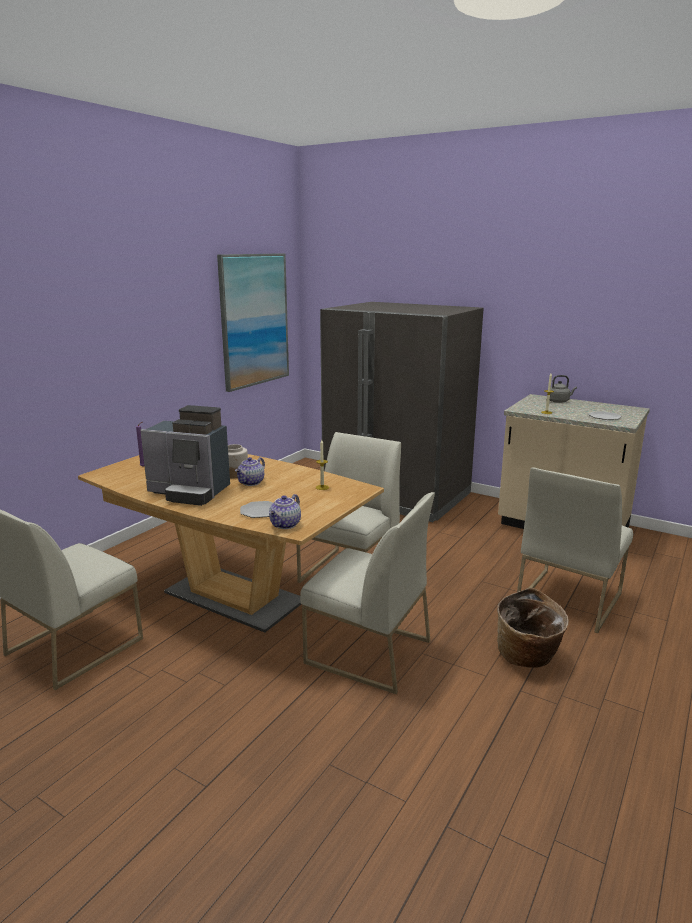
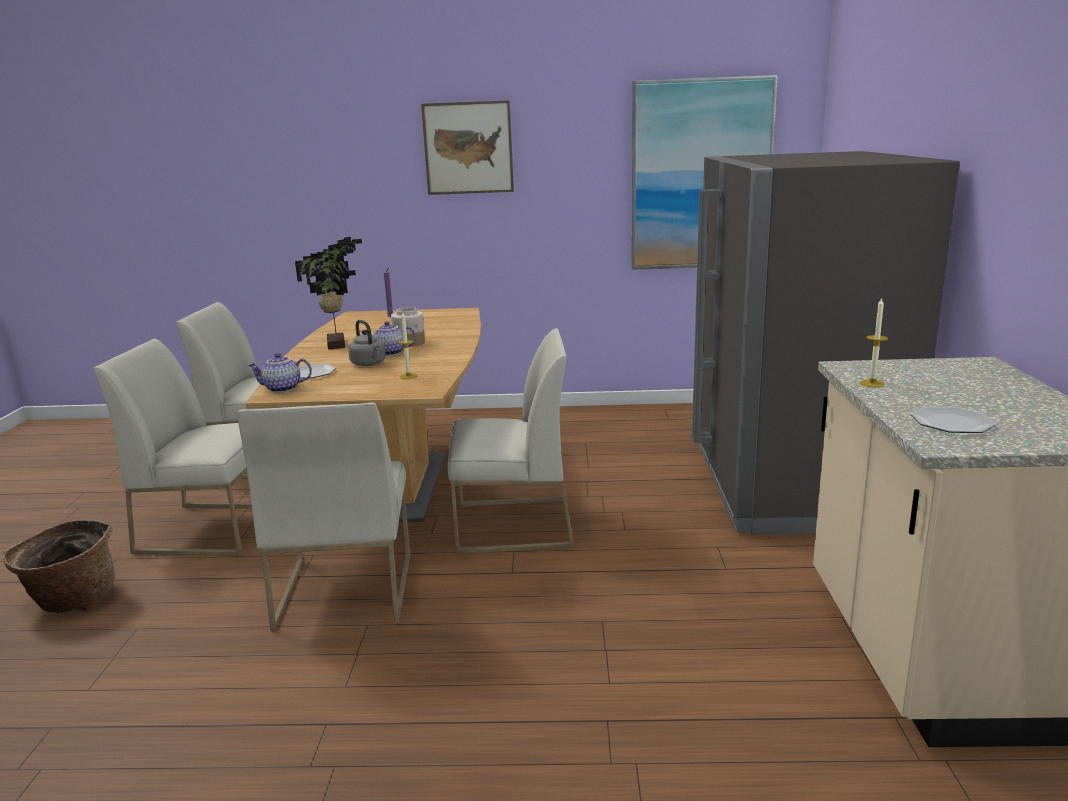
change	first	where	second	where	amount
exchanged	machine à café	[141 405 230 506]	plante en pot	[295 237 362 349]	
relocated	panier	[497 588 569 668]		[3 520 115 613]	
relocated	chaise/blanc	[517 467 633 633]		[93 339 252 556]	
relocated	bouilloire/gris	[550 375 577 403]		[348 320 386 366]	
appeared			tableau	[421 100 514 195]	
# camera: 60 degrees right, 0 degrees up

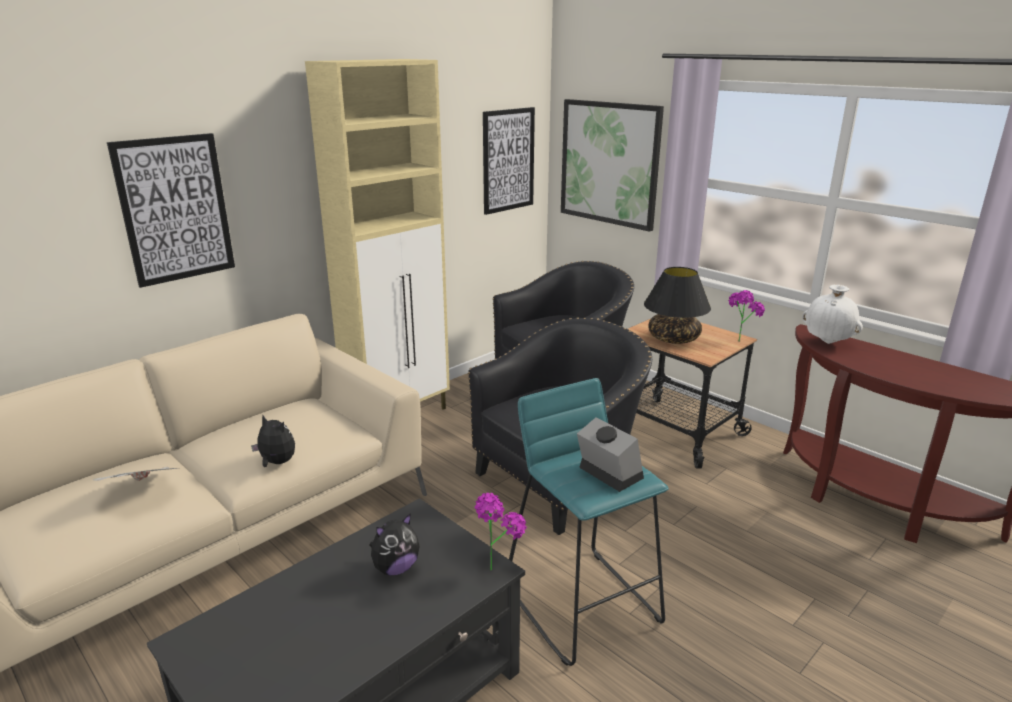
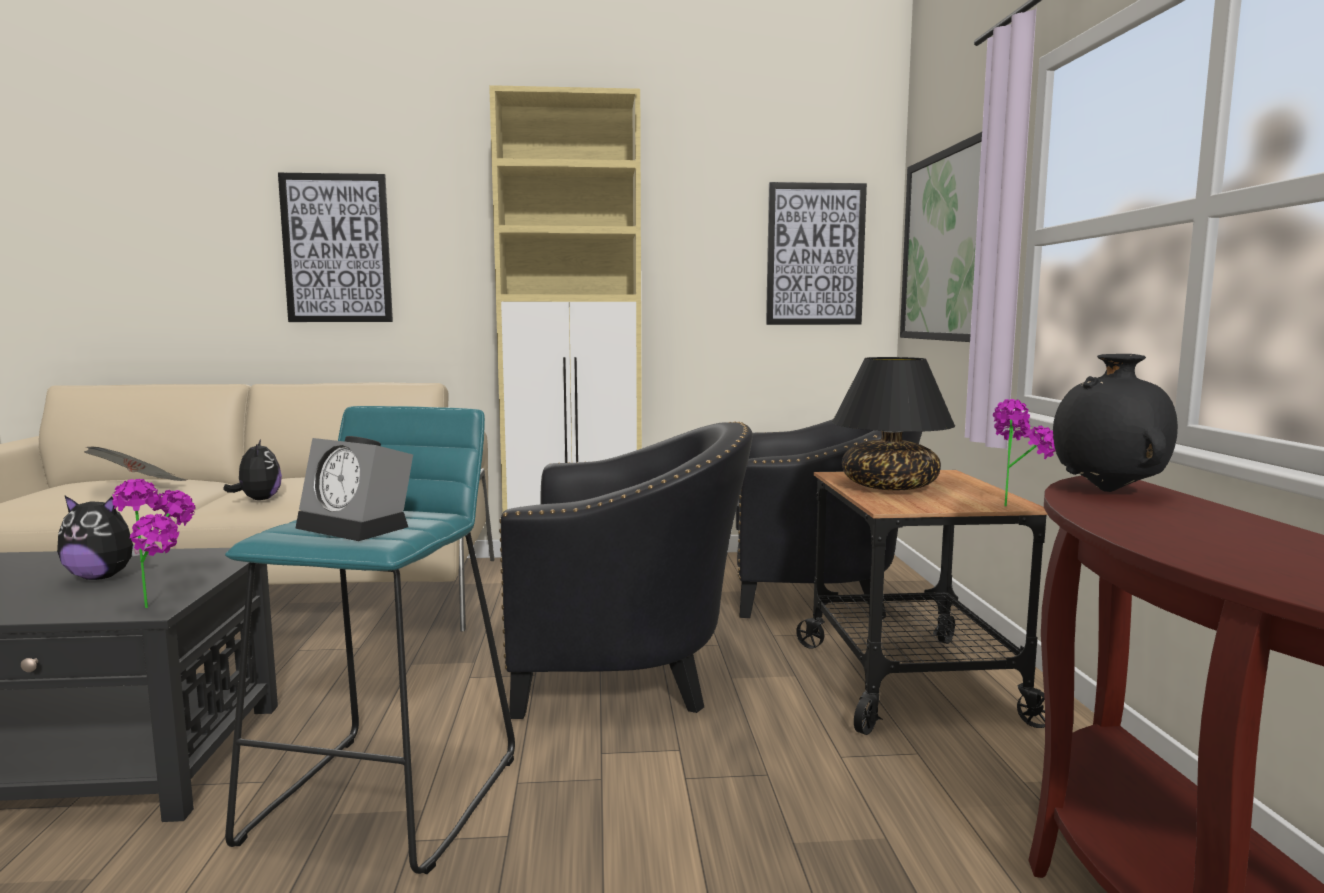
change	first	where	second	where	amount
spun	réveil	[577 417 644 492]		[295 436 413 541]	120 degrees clockwise
colour	vase/blanc	[802 285 863 344]	vase/noir	[1053 354 1178 492]	
# camera: 40 degrees right, 15 degrees down

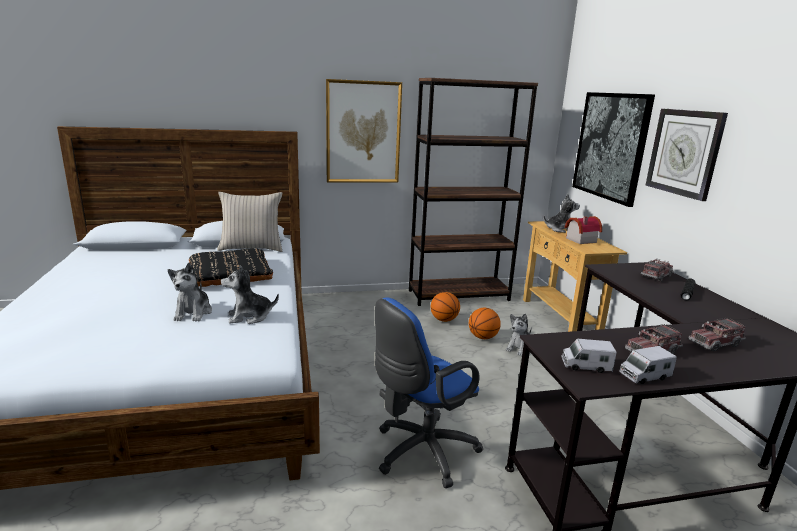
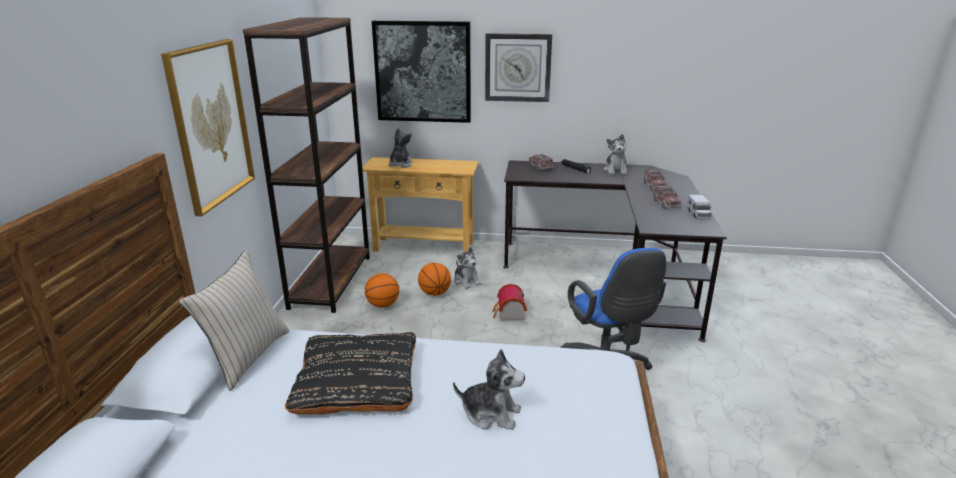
change	first	where	second	where	amount
relocated	peluche	[221 265 279 324]		[603 134 628 175]	
missing	camion jouet	[561 339 617 373]			
relocated	maison miniature	[565 216 602 244]		[492 284 527 321]	
# camera: 70 degrees left, 5 degrees up

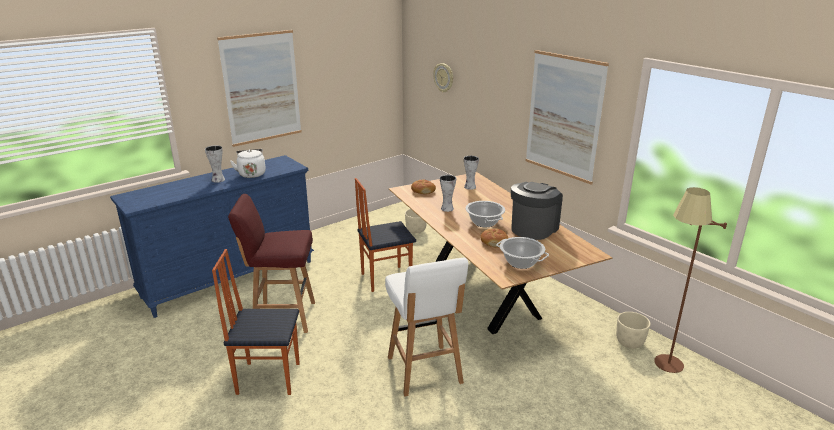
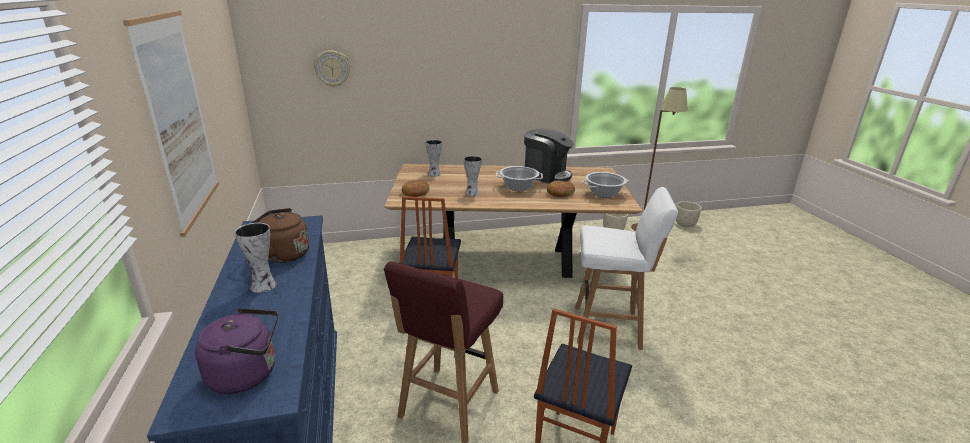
change	first	where	second	where	amount
colour	bouilloire/blanc	[230 149 266 178]	bouilloire/marron	[252 208 309 263]	
relocated	cache-pot/beige	[405 209 427 234]		[676 201 702 227]	
spun	machine à café	[511 182 563 240]		[524 129 574 184]	150 degrees clockwise
missing	tableau	[525 50 609 184]			
appeared			bouilloire/violet	[195 308 278 394]	
# camera: 65 degrees left, 0 degrees up

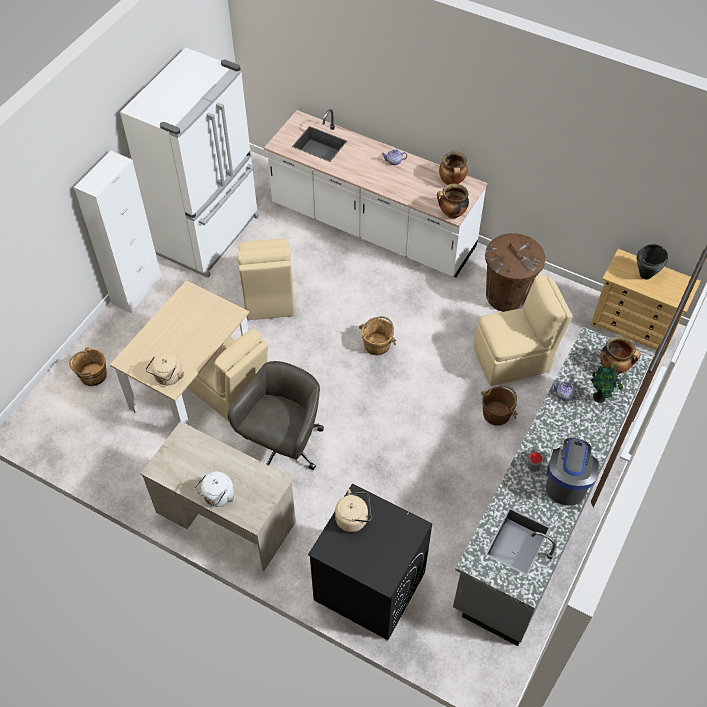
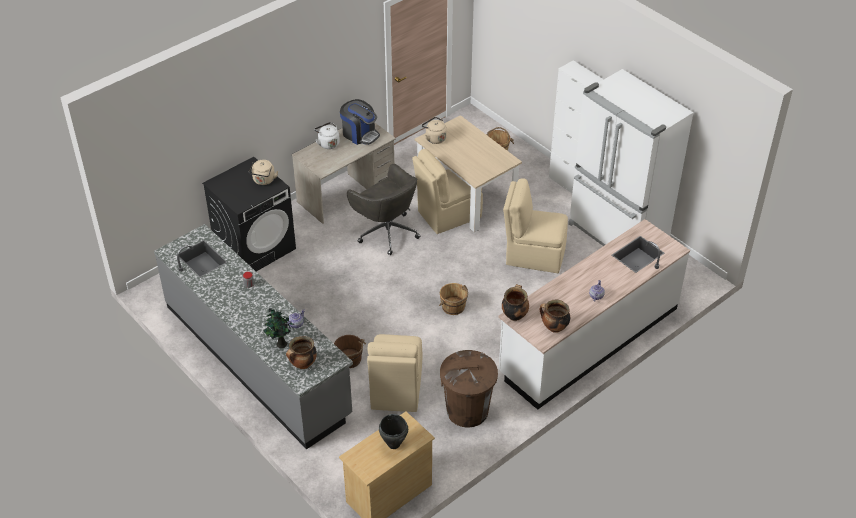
change	first	where	second	where	amount
relocated	machine à café	[546 438 599 506]		[340 99 380 145]	
# camera: 110 degrees right, 10 degrees down

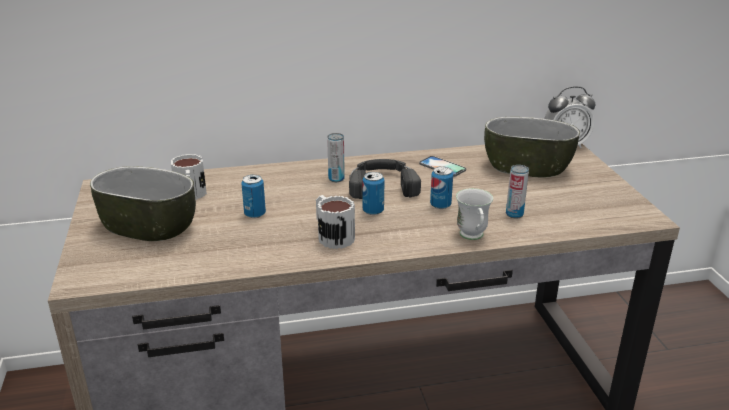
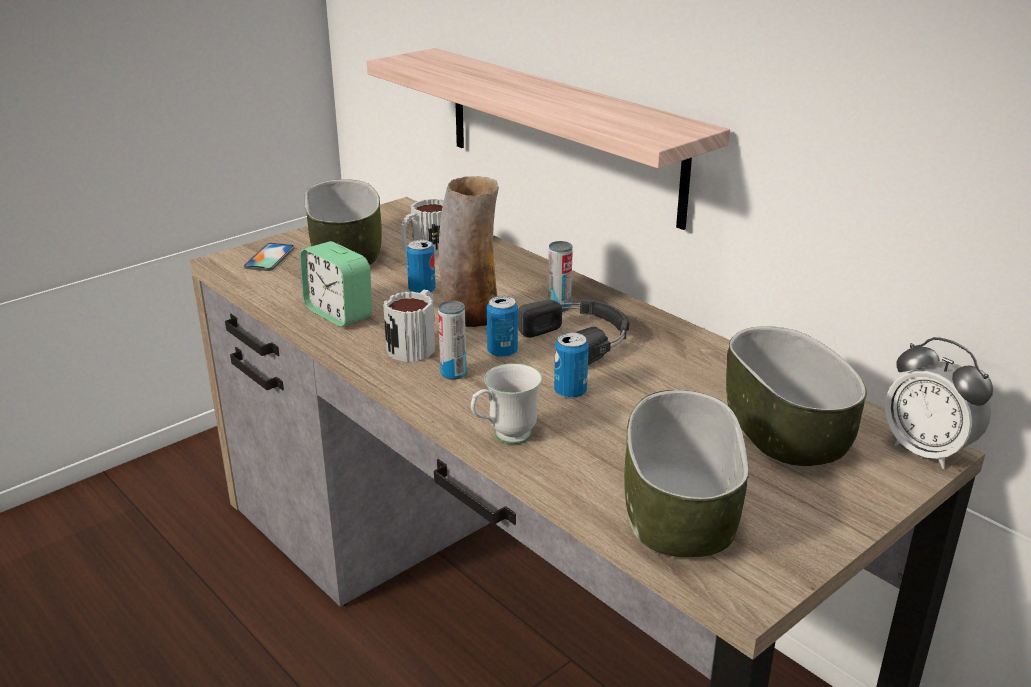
change	first	where	second	where	amount
relocated	téléphone	[419 156 466 177]		[244 243 294 271]	
relocated	boîte métallique	[506 165 529 219]		[438 301 467 380]	
appeared			réveil	[300 241 372 327]	
appeared			étagère	[367 48 730 230]	
appeared			vase	[439 176 499 327]	
appeared			bol	[624 390 749 558]	
# camera: 60 degrees right, 0 degrees up

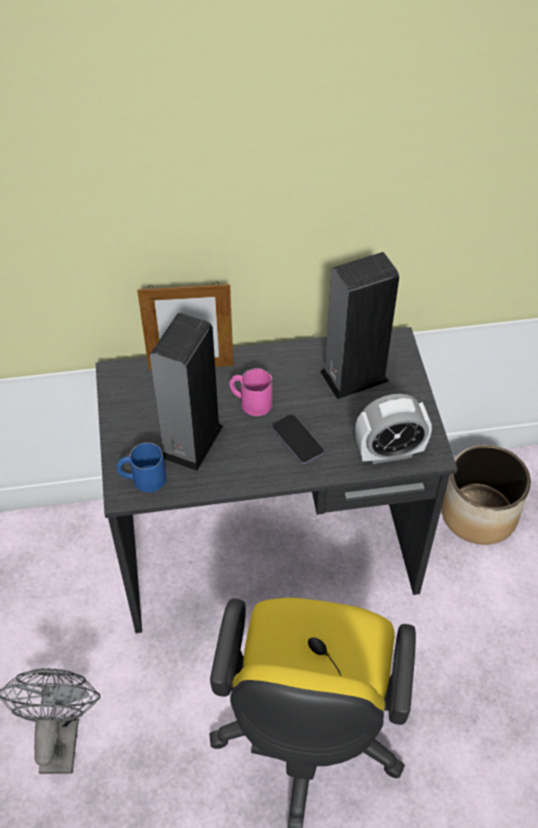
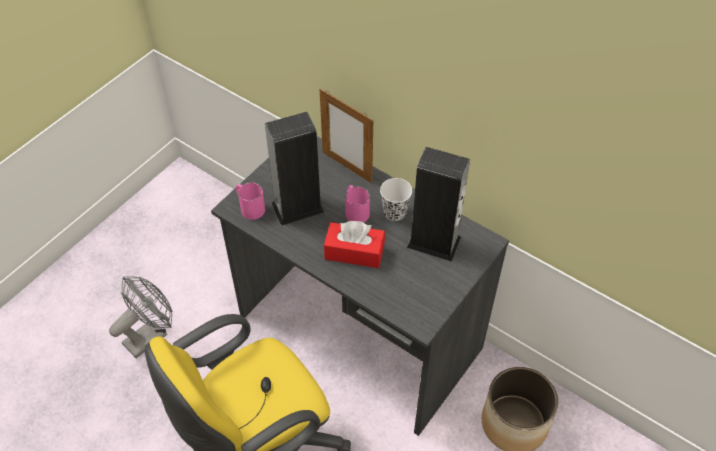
change	first	where	second	where	amount
colour	mug/bleu	[116 442 166 492]	mug/rose	[236 182 265 220]	
exchanged	téléphone	[272 414 324 464]	boîte à mouchoirs/rouge	[324 221 385 268]	
missing	réveil	[355 394 432 464]			
appeared			tasse/blanc	[380 178 412 221]	
# camera: 45 degrees right, 0 degrees up

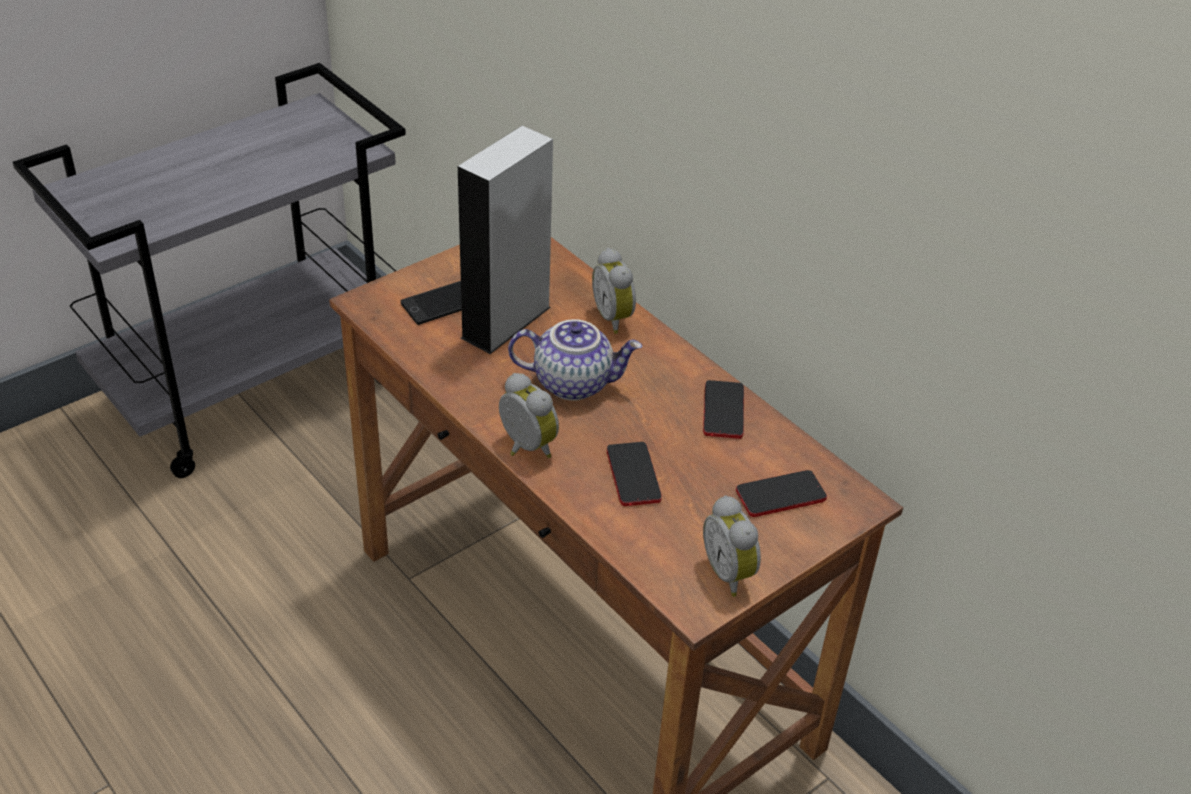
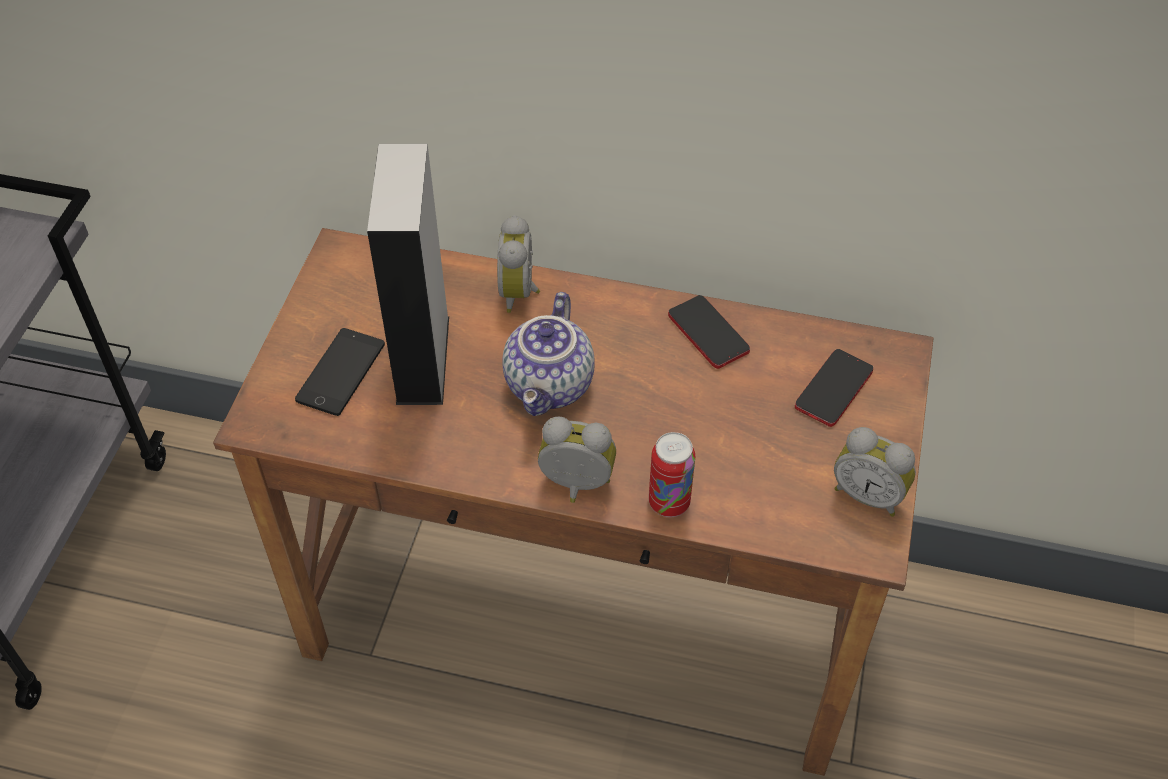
change	first	where	second	where	amount
spun	théière	[508 319 642 401]		[502 292 595 416]	135 degrees clockwise
spun	réveil	[592 248 636 334]		[497 215 540 313]	60 degrees clockwise
missing	téléphone	[607 442 662 506]			
appeared			boîte métallique	[649 432 695 517]	
# camera: 35 degrees left, 10 degrees up

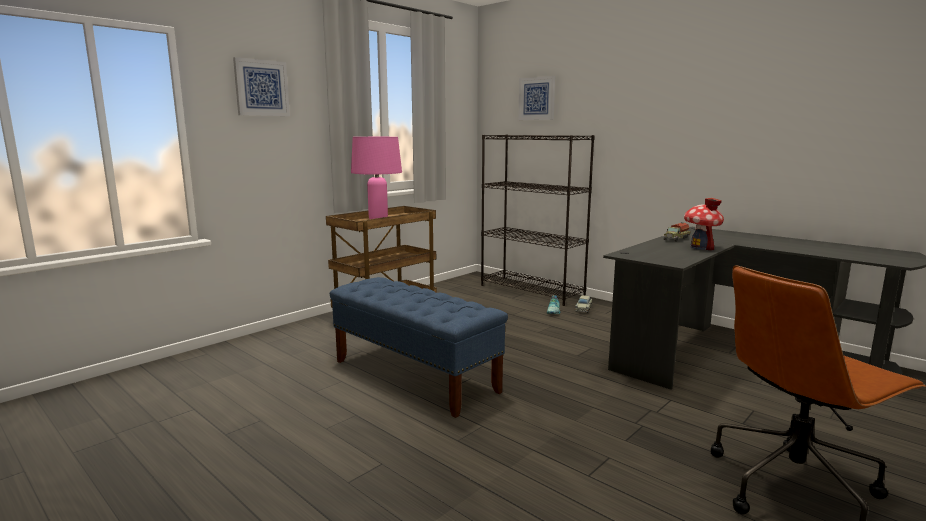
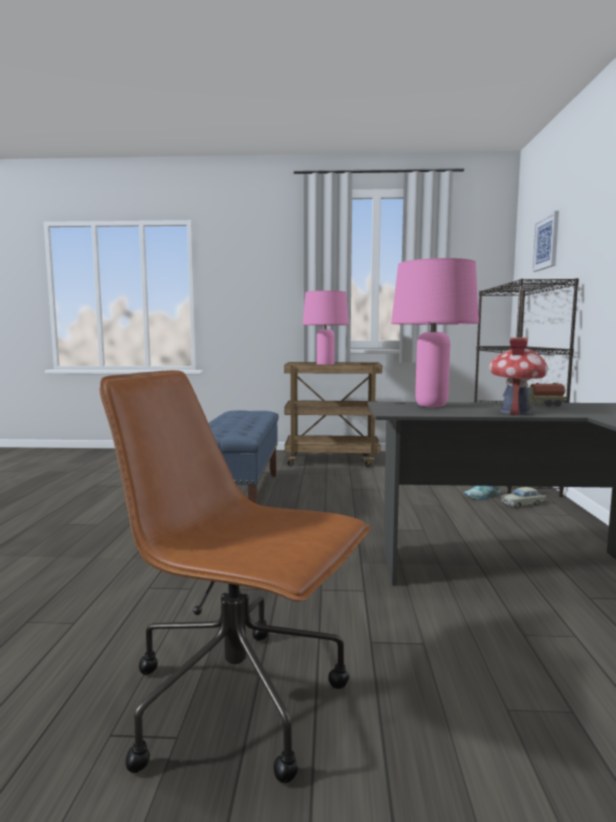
change	first	where	second	where	amount
missing	tableau	[233 57 290 116]			
appeared			lampe de table/rose	[391 258 479 407]	
# camera: 50 degrees right, 5 degrees down

